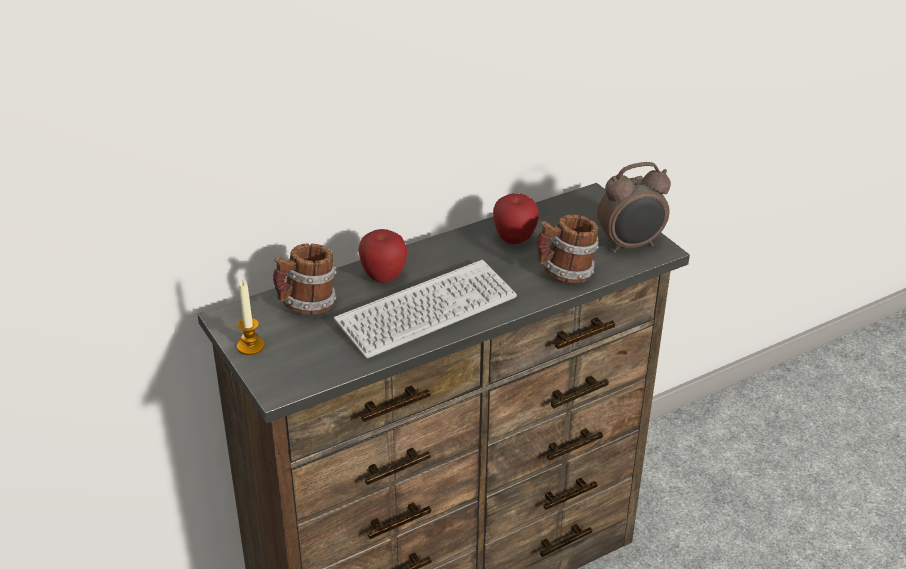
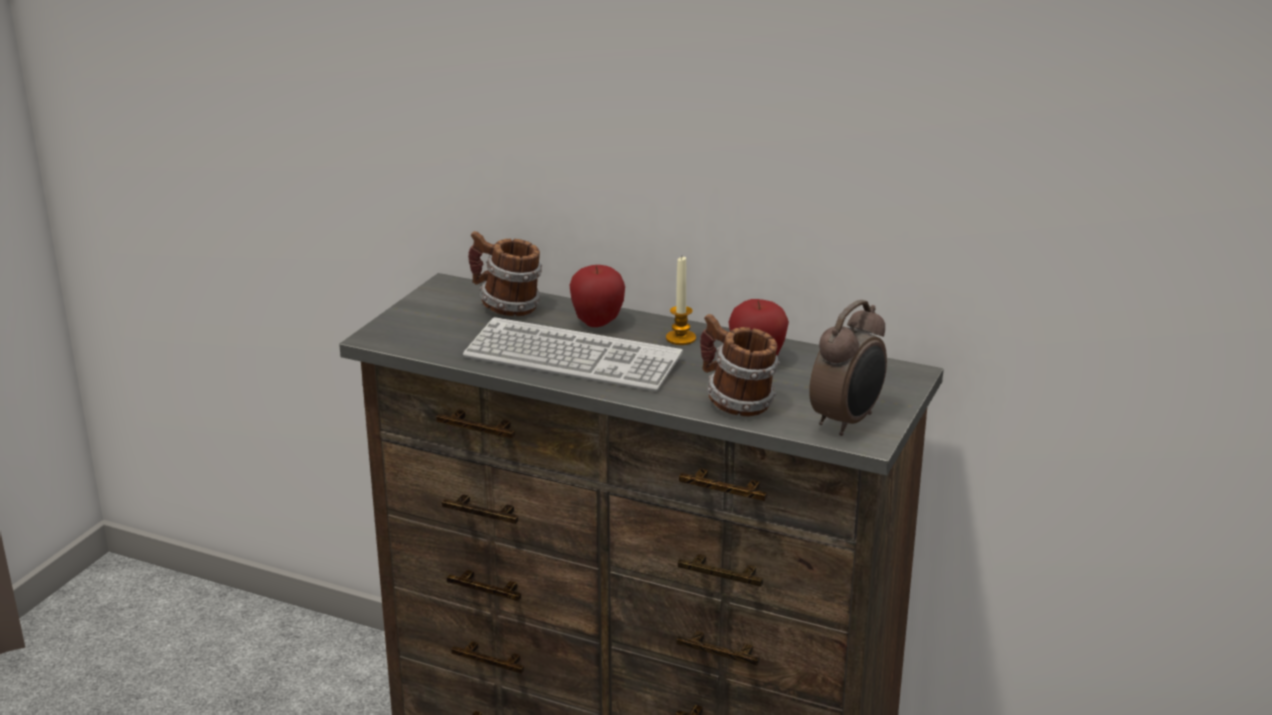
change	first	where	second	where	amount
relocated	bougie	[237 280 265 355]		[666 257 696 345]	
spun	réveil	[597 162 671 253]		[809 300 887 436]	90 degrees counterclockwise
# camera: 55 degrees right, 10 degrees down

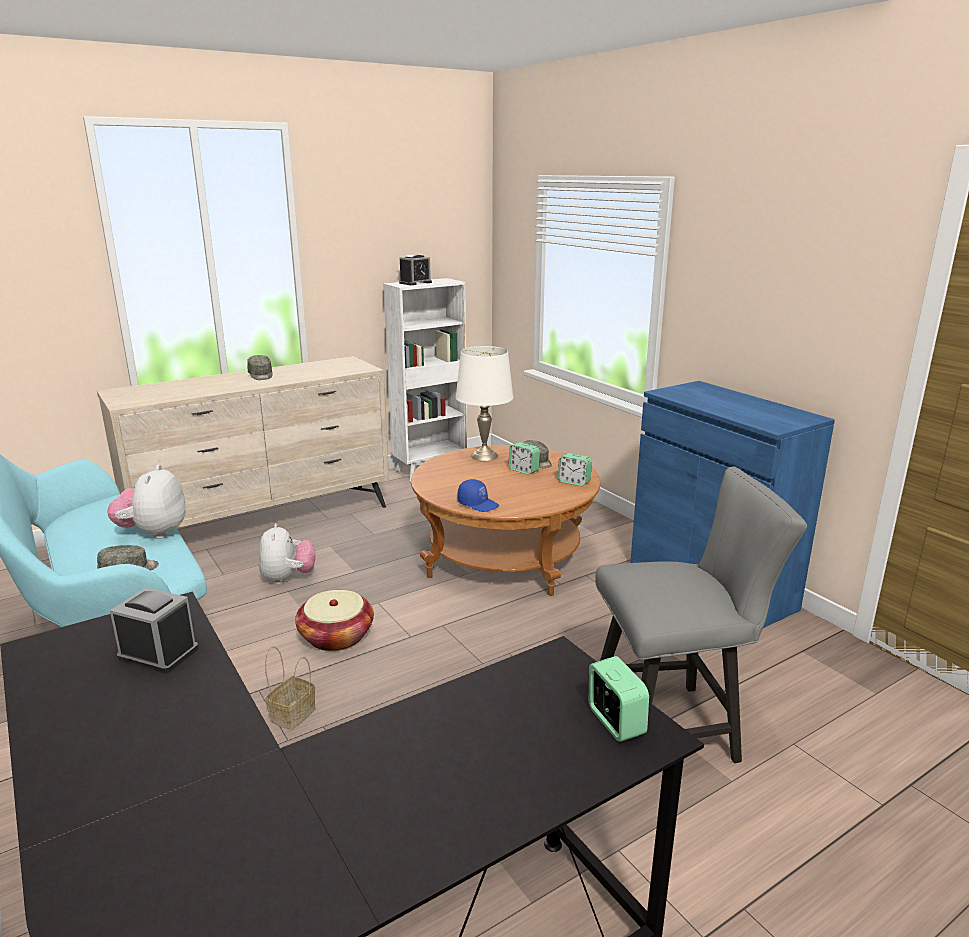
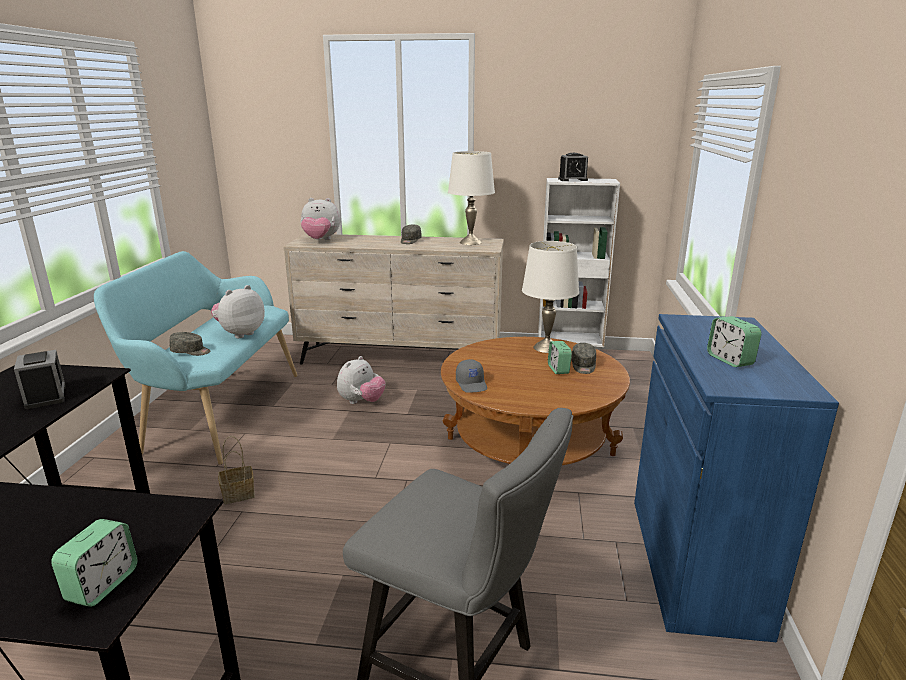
change	first	where	second	where	amount
missing	panier	[295 590 374 651]			
colour	casquette/bleu	[457 479 499 512]	casquette/gris	[456 359 487 393]	
relocated	réveil	[558 453 592 486]		[707 316 761 367]	
appeared			peluche	[300 198 340 240]	
appeared			lampe de table/blanc	[448 151 495 245]	
# camera: 40 degrees right, 0 degrees up

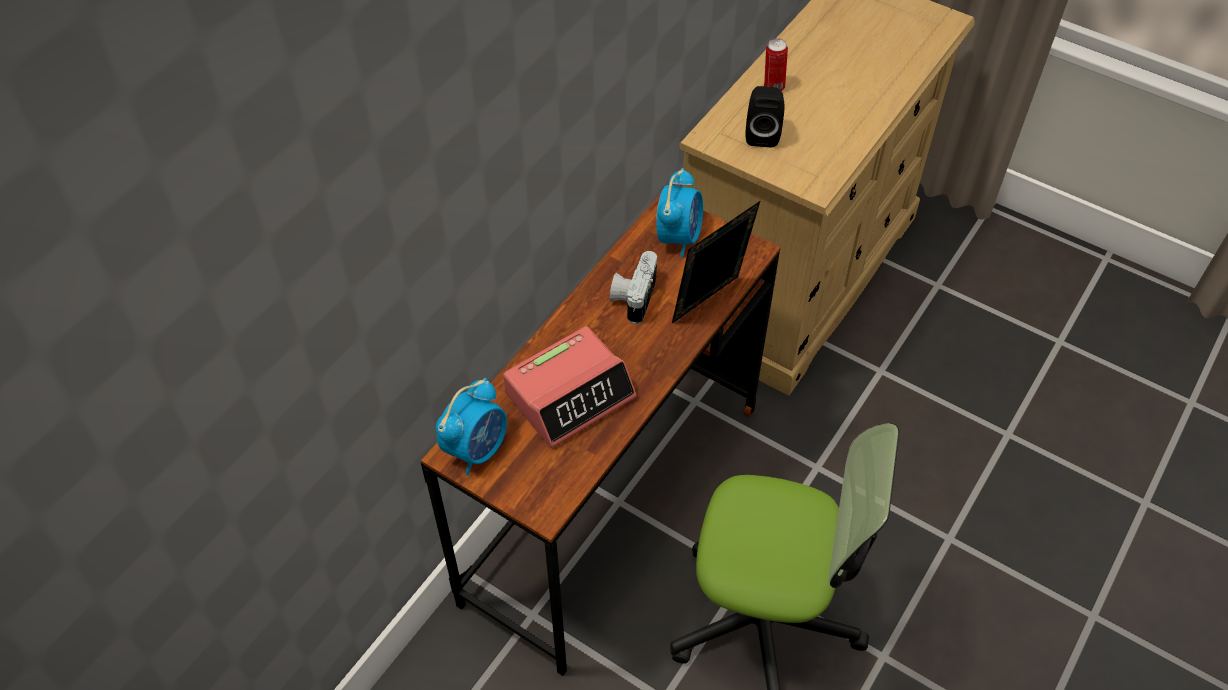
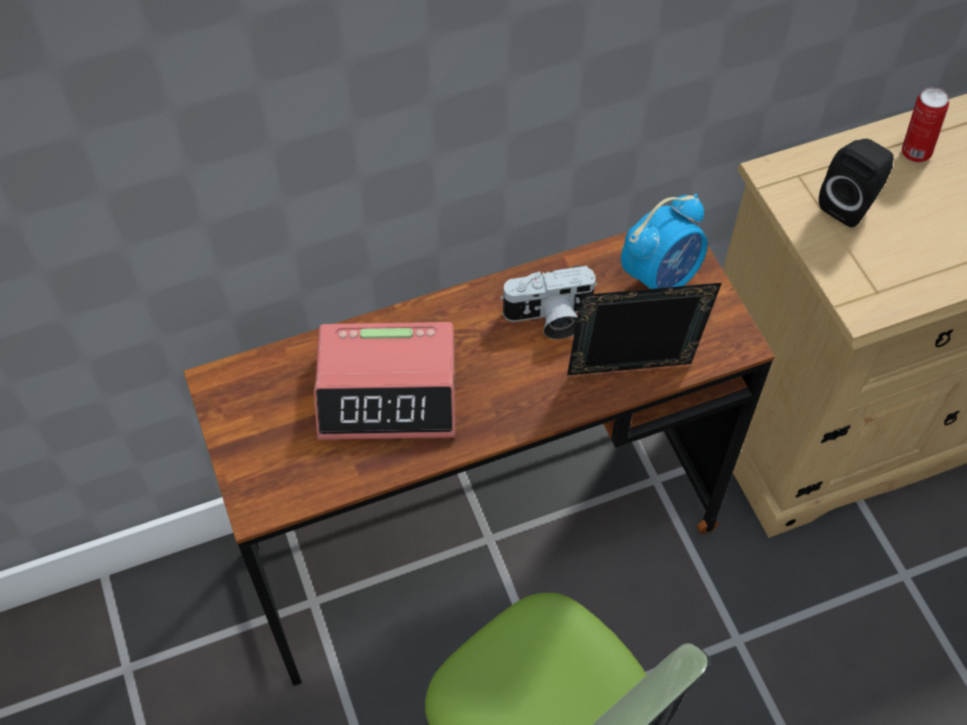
change	first	where	second	where	amount
missing	réveil	[436 378 507 475]			
spun	appareil photo	[609 251 657 324]		[500 265 598 339]	150 degrees counterclockwise
# camera: 35 degrees right, 5 degrees up

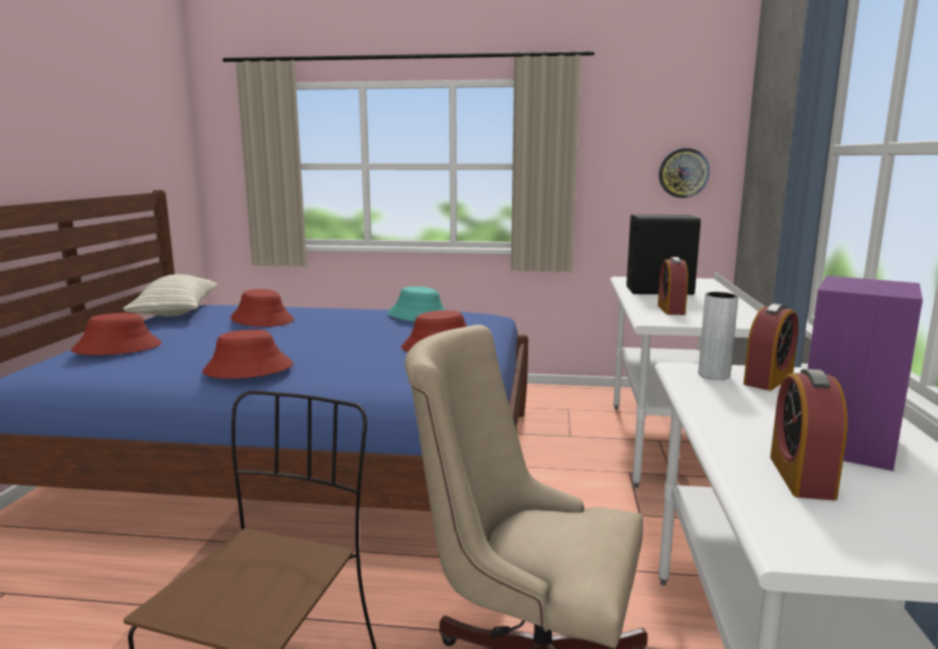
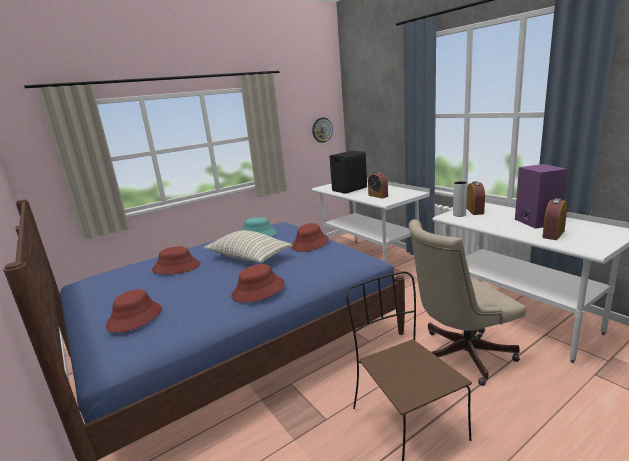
change	first	where	second	where	amount
relocated	coussin	[123 274 217 316]		[204 230 293 263]	
spun	réveil	[770 369 848 500]		[542 198 567 240]	75 degrees clockwise
# camera: 40 degrees left, 5 degrees up

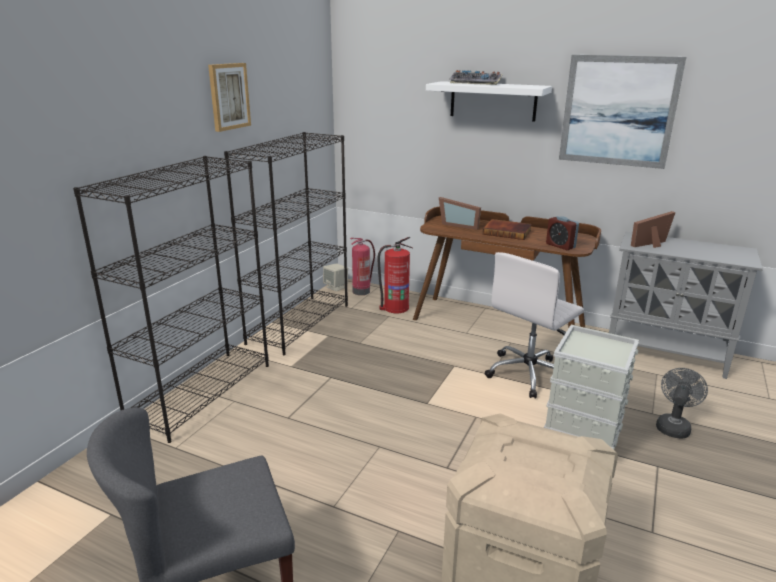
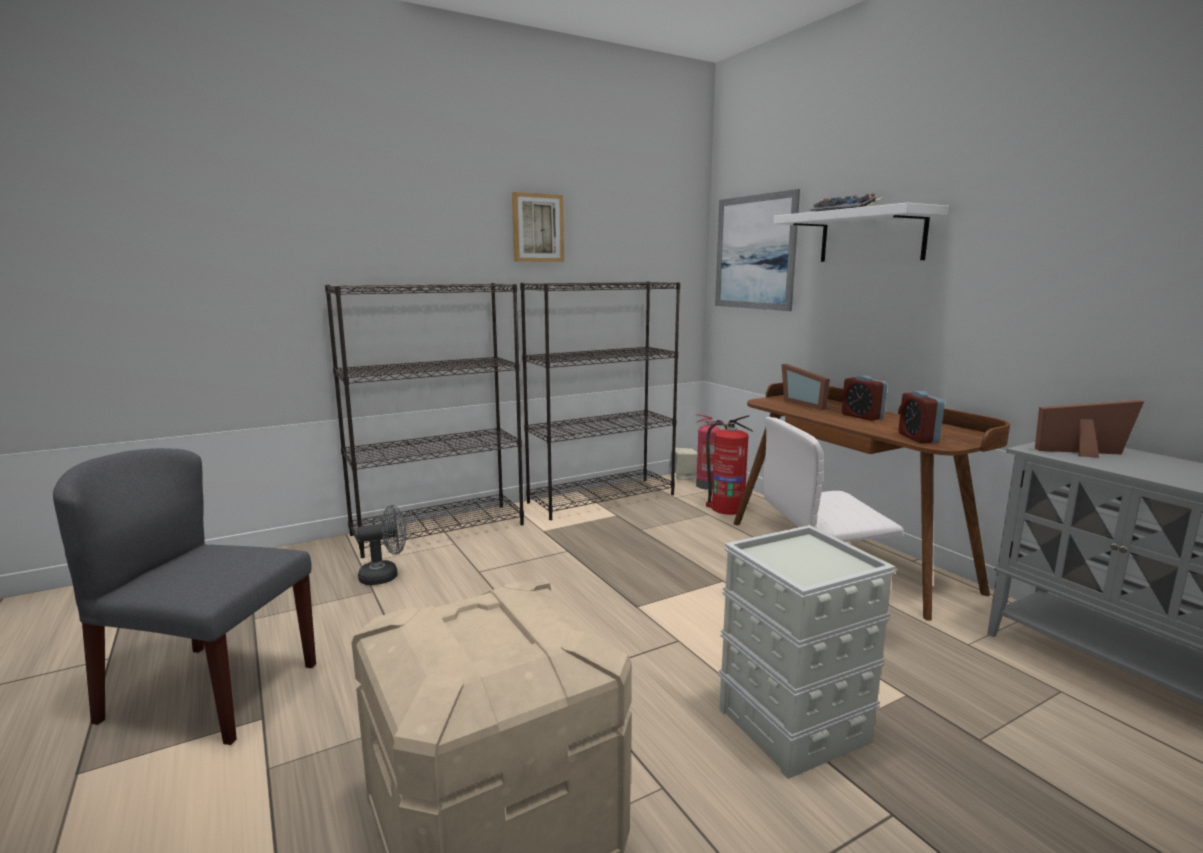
change	first	where	second	where	amount
exchanged	livre	[483 219 532 240]	réveil	[842 375 887 421]	
relocated	tableau	[559 55 686 169]		[715 189 800 311]	
relocated	ventilateur/gris	[656 368 708 438]		[357 505 407 585]	
# camera: 35 degrees right, 10 degrees down

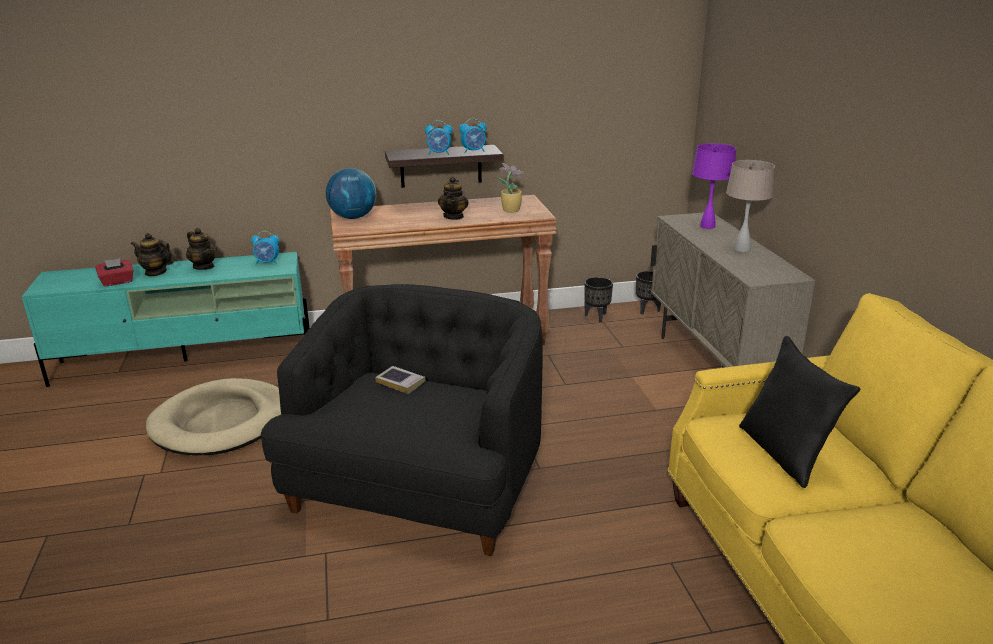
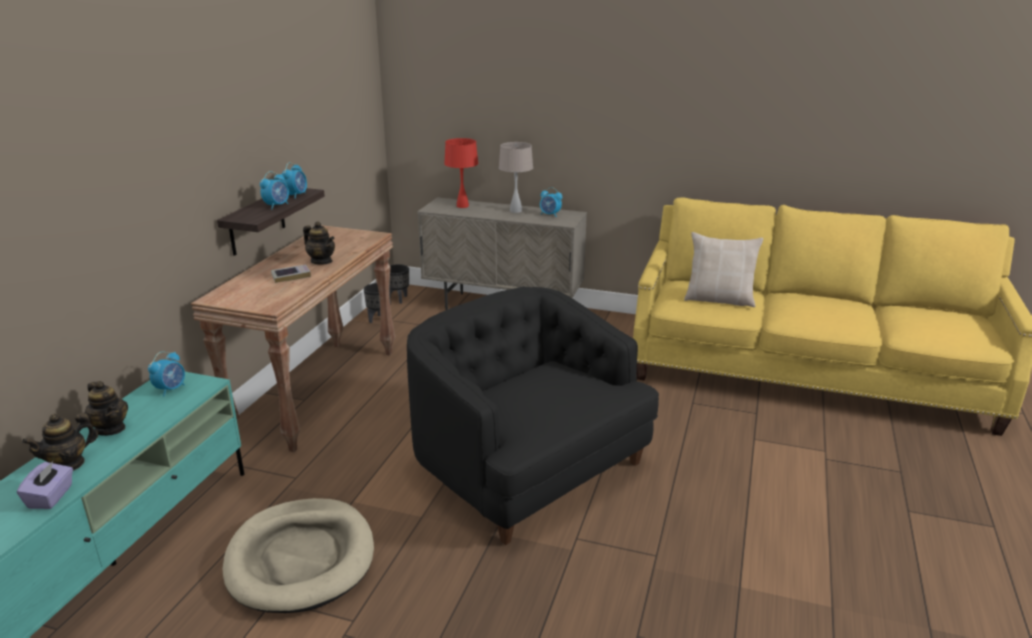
change	first	where	second	where	amount
colour	boîte à mouchoirs/rouge	[95 258 134 287]	boîte à mouchoirs/violet	[17 461 73 509]	
spun	théière	[186 228 217 270]		[85 381 128 436]	60 degrees clockwise
missing	globe	[326 168 376 219]			
relocated	livre	[375 366 426 394]		[271 265 311 283]	
missing	plante en pot	[497 163 524 213]			
colour	lampe de table/violet	[692 143 736 229]	lampe de table/rouge	[444 138 478 208]	
colour	coussin/noir	[739 336 860 488]	coussin/beige	[684 232 764 307]	
appeared			réveil	[540 187 562 217]	
# camera: 60 degrees left, 0 degrees up

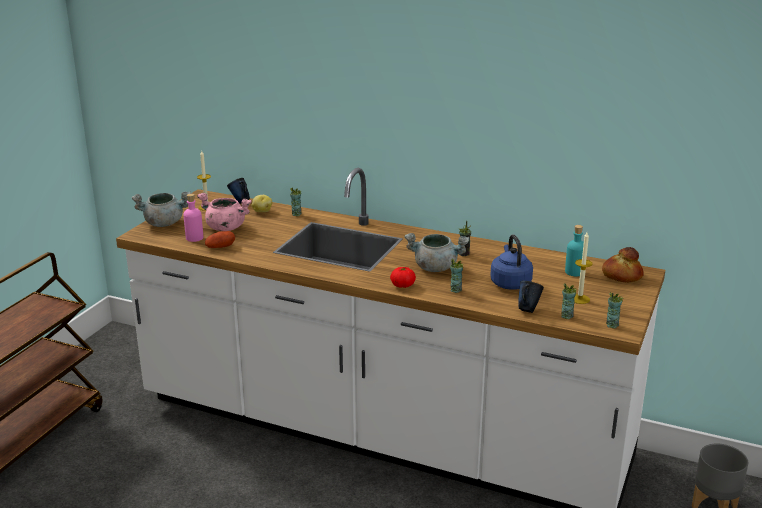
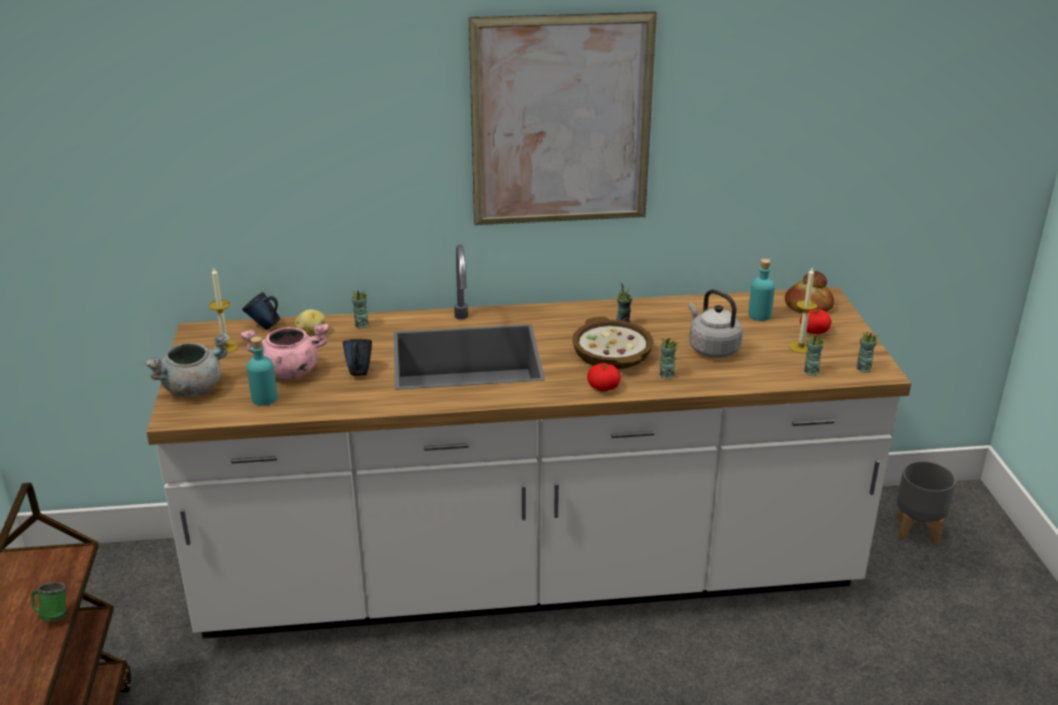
change	first	where	second	where	amount
colour	bouteille/rose	[183 194 203 242]	bouteille/turquoise	[247 336 278 406]	
missing	pomme de terre	[205 231 235 248]			
exchanged	marmite/gris	[405 233 469 272]	bol	[572 317 653 369]	
colour	bouilloire/bleu	[490 235 533 290]	bouilloire/gris	[688 289 743 358]	
relocated	mug/bleu	[518 281 544 313]		[343 339 372 376]	
appeared			mug/vert	[31 582 66 621]	
appeared			tableau	[469 12 657 225]	
appeared			tomate	[800 309 831 334]	
# camera: 30 degrees left, 5 degrees up

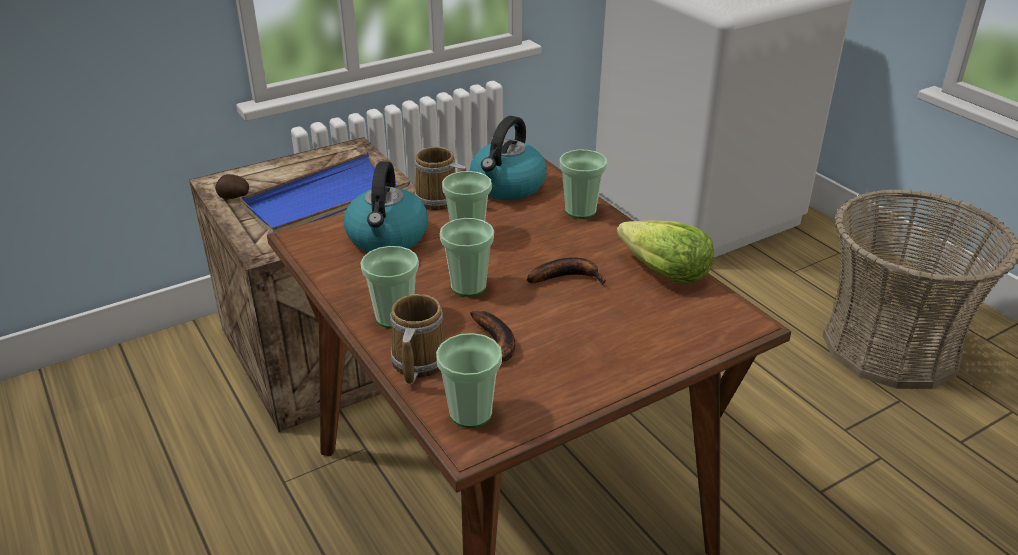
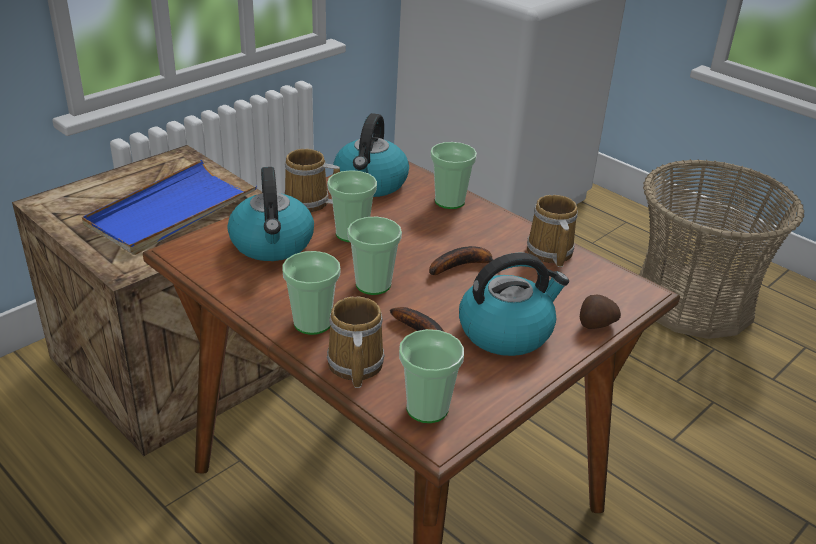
change	first	where	second	where	amount
relocated	pomme de terre	[215 174 249 199]		[580 295 621 329]	
exchanged	laitue	[617 220 714 284]	mug	[527 195 578 267]	
appeared			bouilloire	[459 252 569 356]	
# camera: 15 degrees left, 0 degrees up

